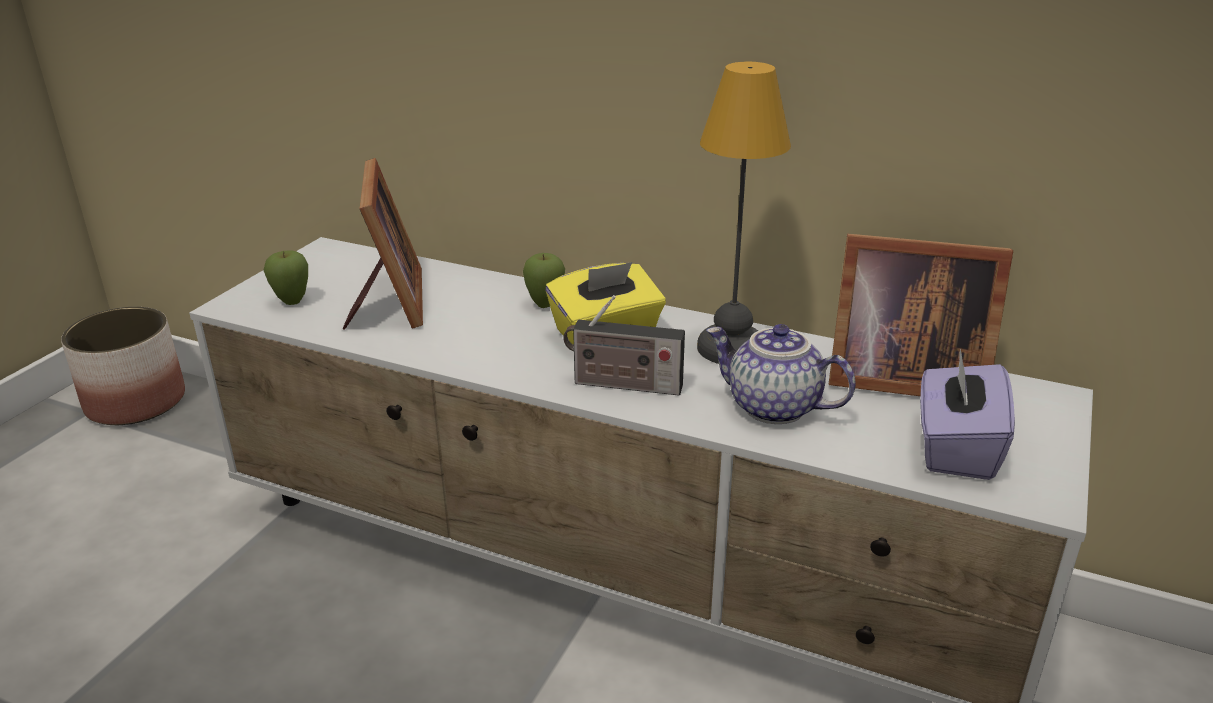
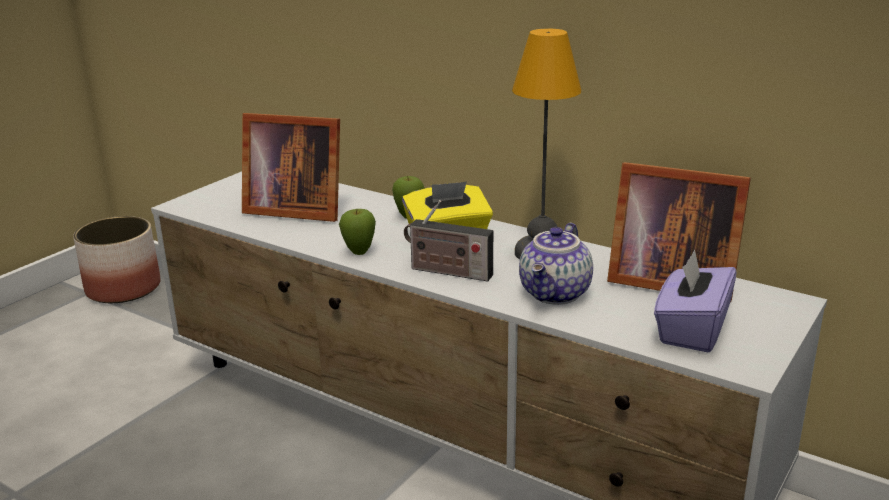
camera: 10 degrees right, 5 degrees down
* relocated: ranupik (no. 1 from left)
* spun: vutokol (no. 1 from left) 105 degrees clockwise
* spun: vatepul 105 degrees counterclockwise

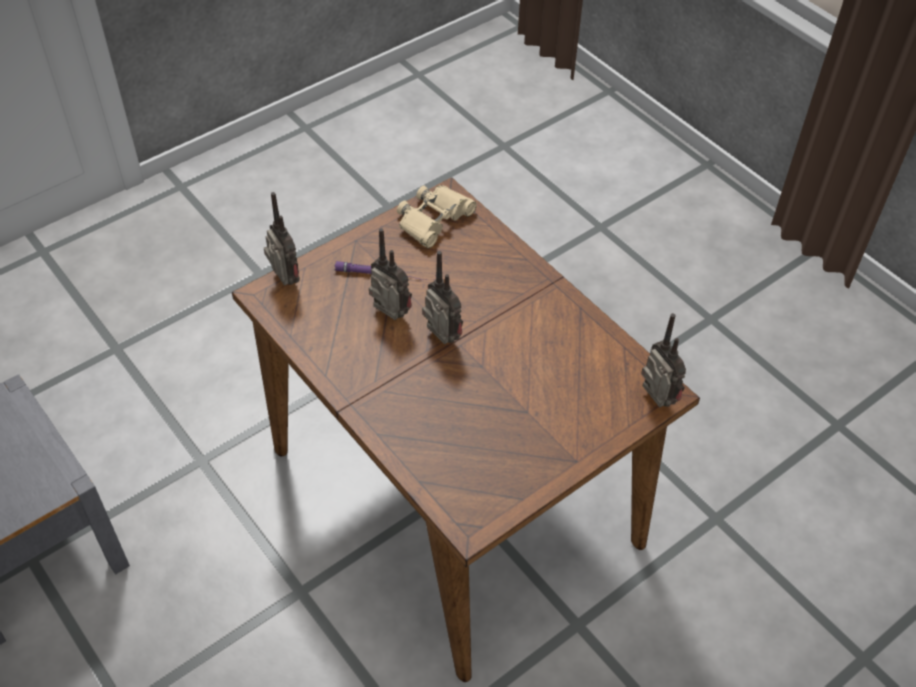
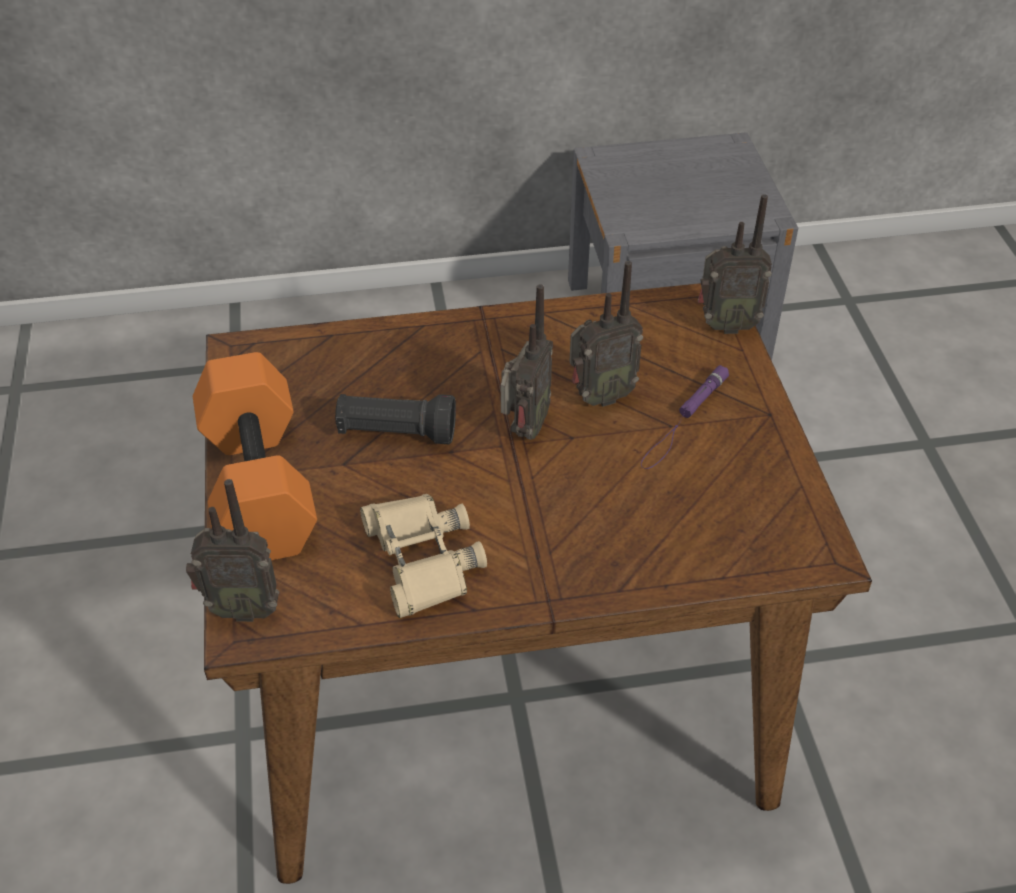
camera: 120 degrees right, 5 degrees down
* relocated: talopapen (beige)
* spun: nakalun (no. 3 from left in the first image) 60 degrees counterclockwise
* appeared: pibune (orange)
* appeared: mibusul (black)

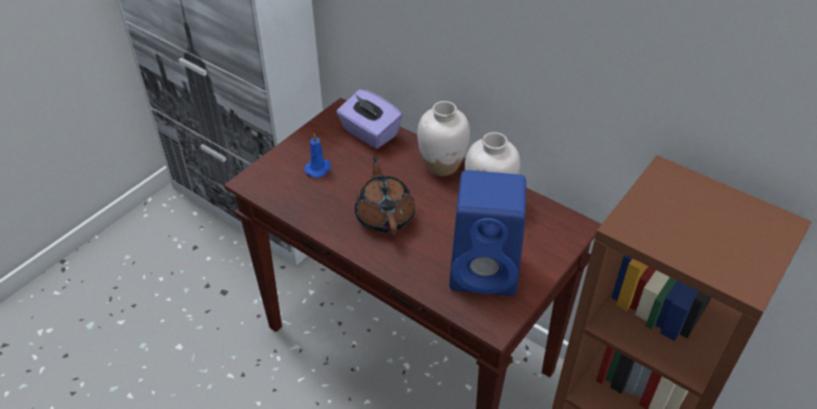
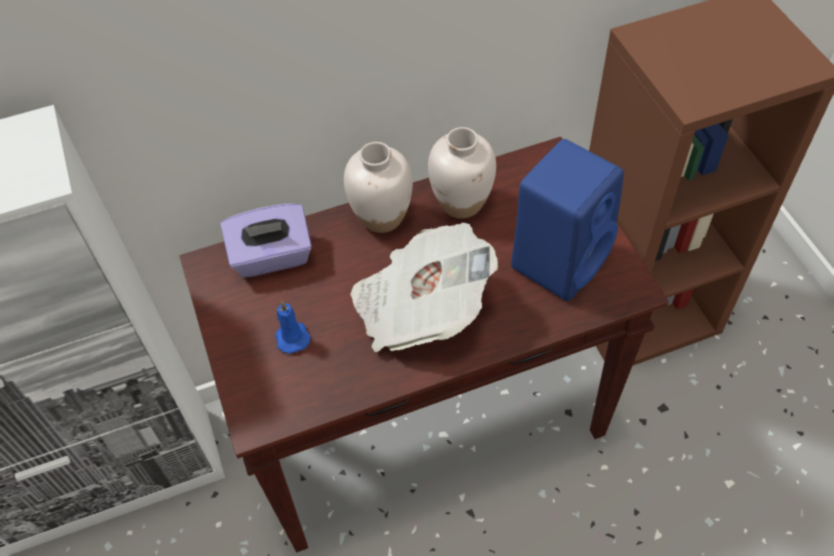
camera: 55 degrees left, 10 degrees up
* exchanged: vatepul (brown) to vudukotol

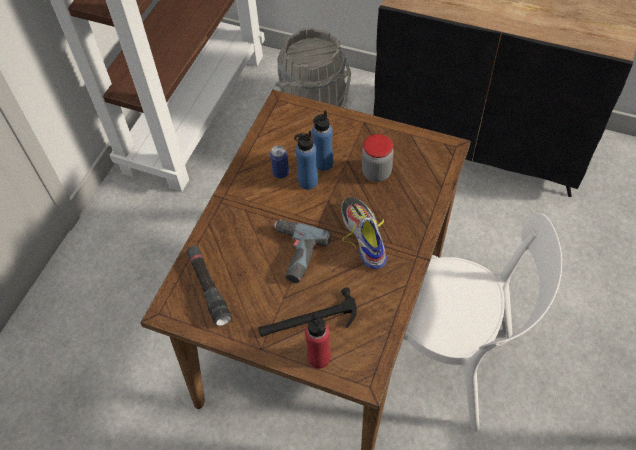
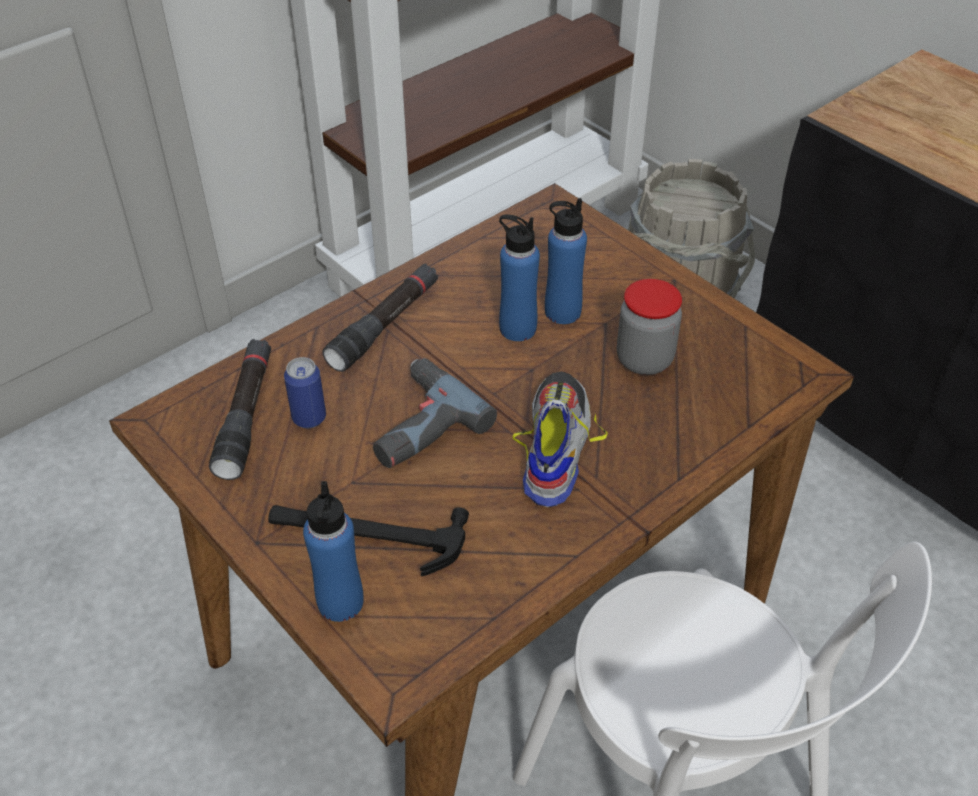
camera: 25 degrees right, 10 degrees down
* relocated: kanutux
* colour: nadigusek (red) to nadigusek (blue) (no. 1 from left)
* appeared: mibusul (black) (no. 2 from left)

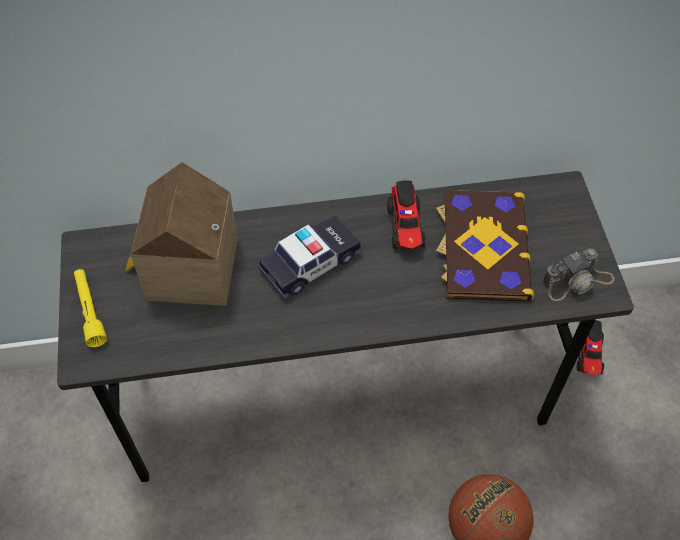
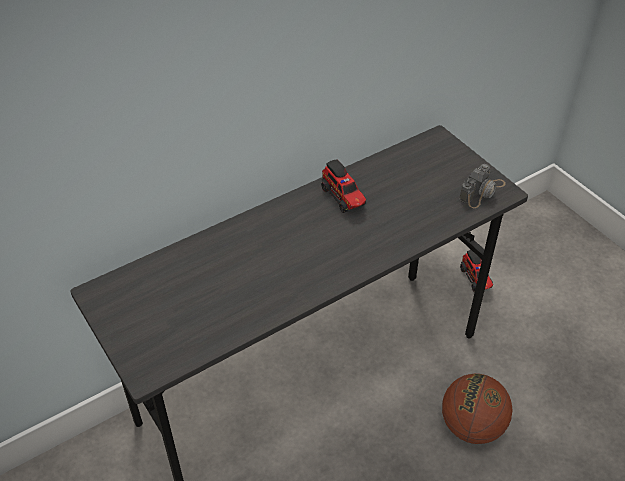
camera: 25 degrees left, 10 degrees down
* missing: mibusul (yellow)
* missing: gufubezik
* missing: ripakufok
* missing: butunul

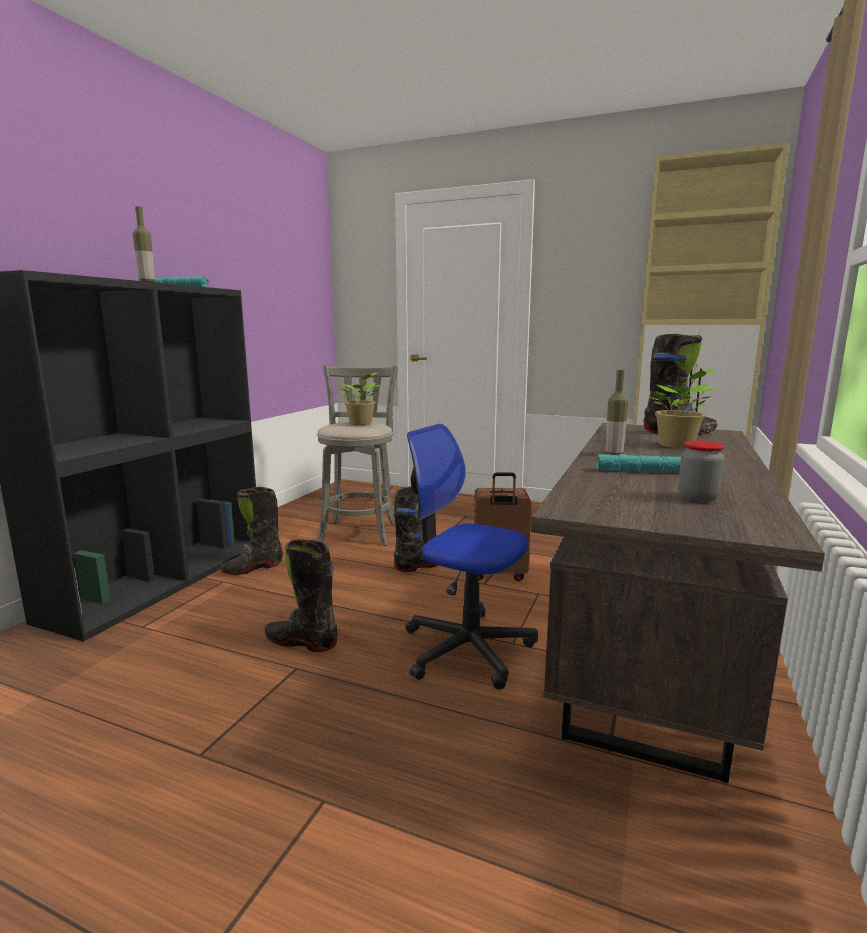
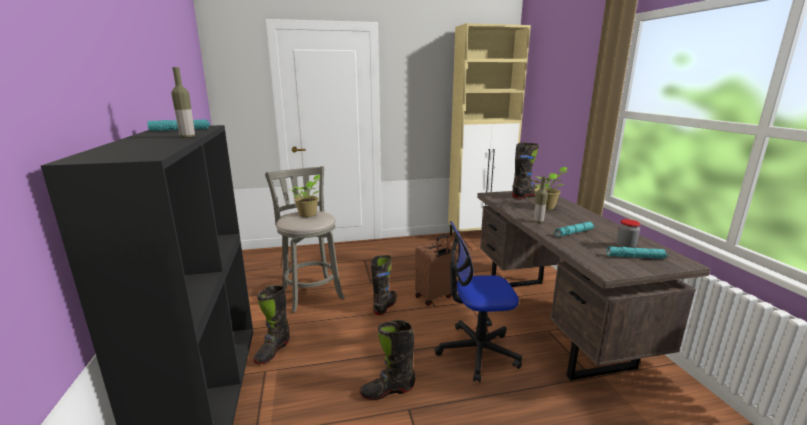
camera: 35 degrees left, 5 degrees up
* appeared: mibusul (turquoise) (no. 3 from left)

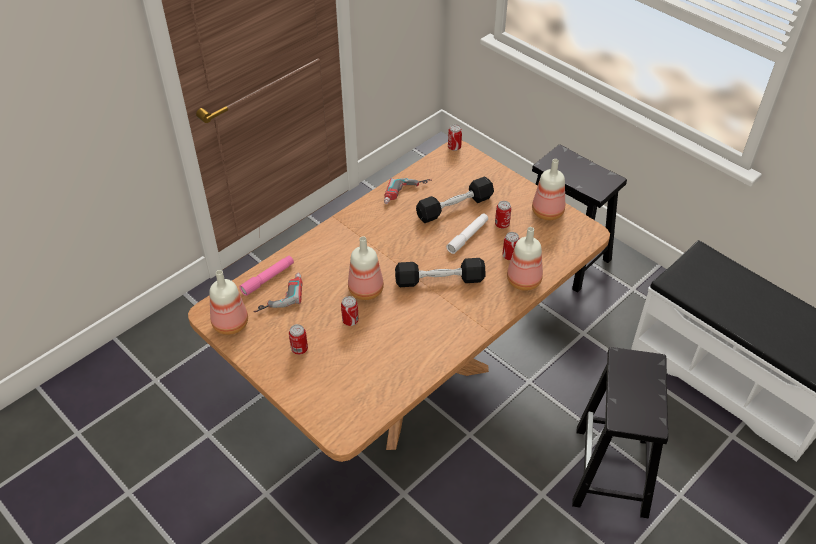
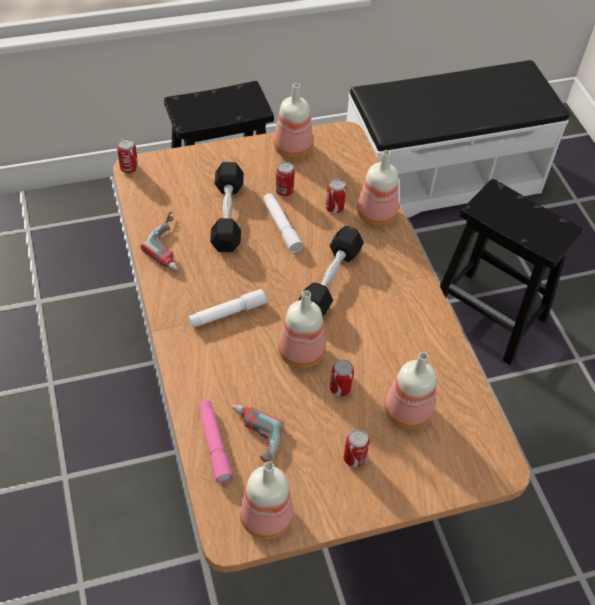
camera: 65 degrees left, 5 degrees up
* appeared: mibusul (white) (no. 1 from left)
* appeared: nadigusek (no. 5 from left)

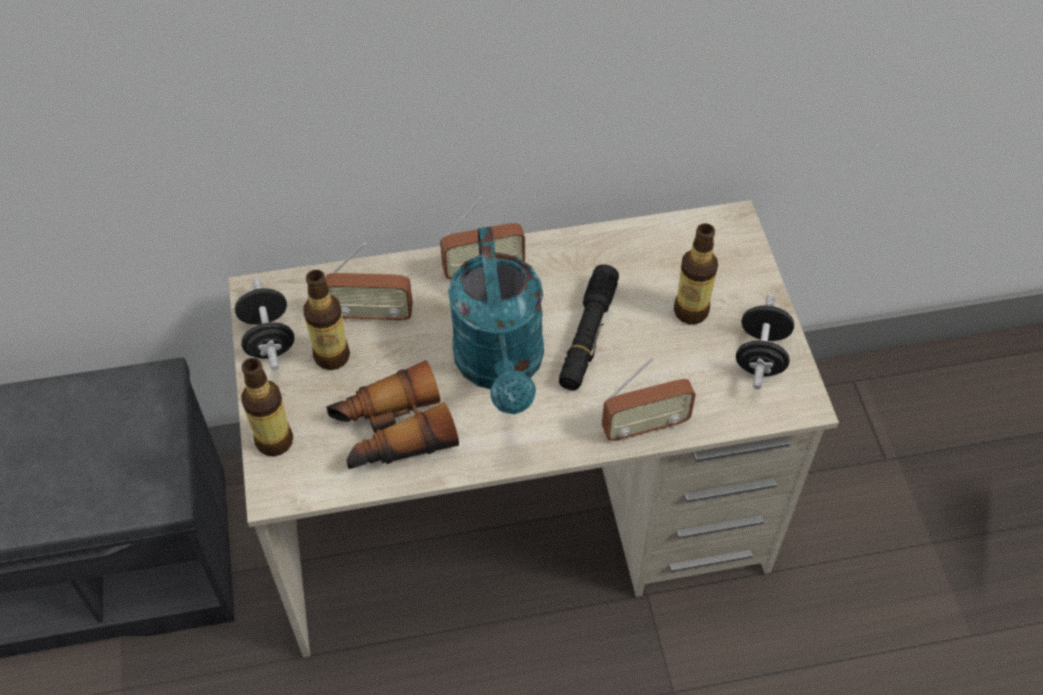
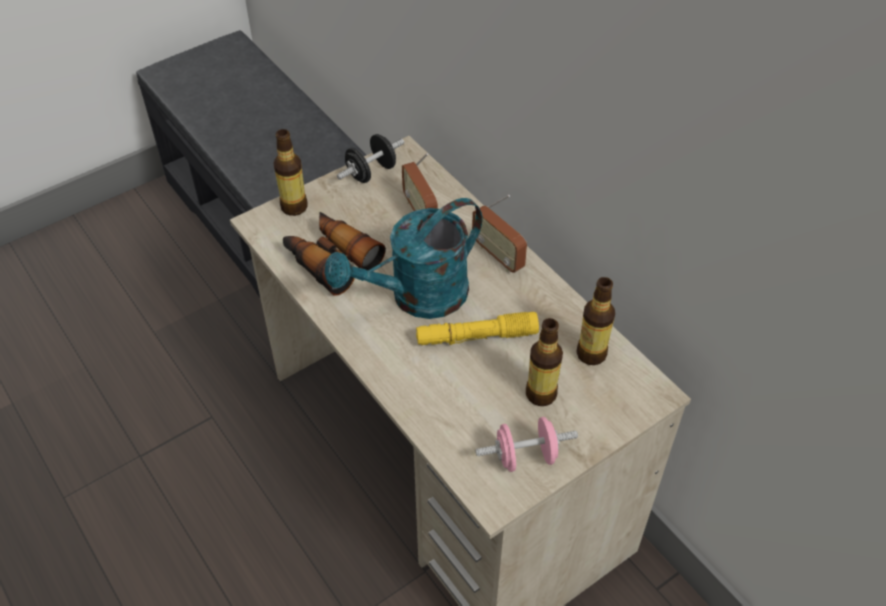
camera: 65 degrees right, 5 degrees down
* relocated: nadigusek (no. 2 from left in the first image) to nadigusek (no. 3 from left)
* colour: mibusul (black) to mibusul (yellow)
* missing: nakalun (no. 3 from left)
* colour: pibune (black) (no. 2 from left) to pibune (pink)

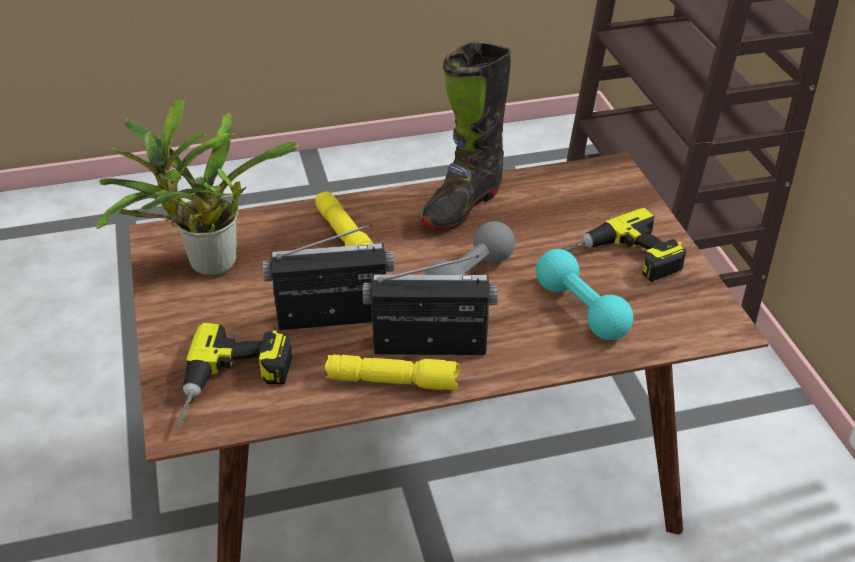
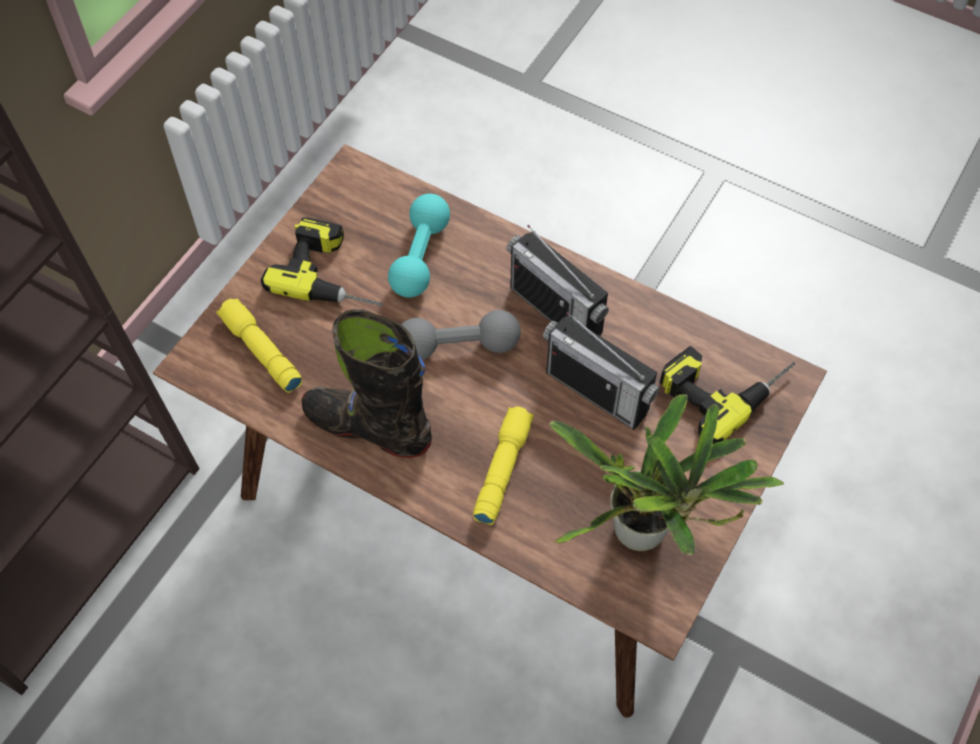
camera: 135 degrees left, 20 degrees up
* relocated: mibusul (yellow) (no. 2 from left in the first image) to mibusul (yellow) (no. 1 from left)
* spun: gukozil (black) 150 degrees counterclockwise

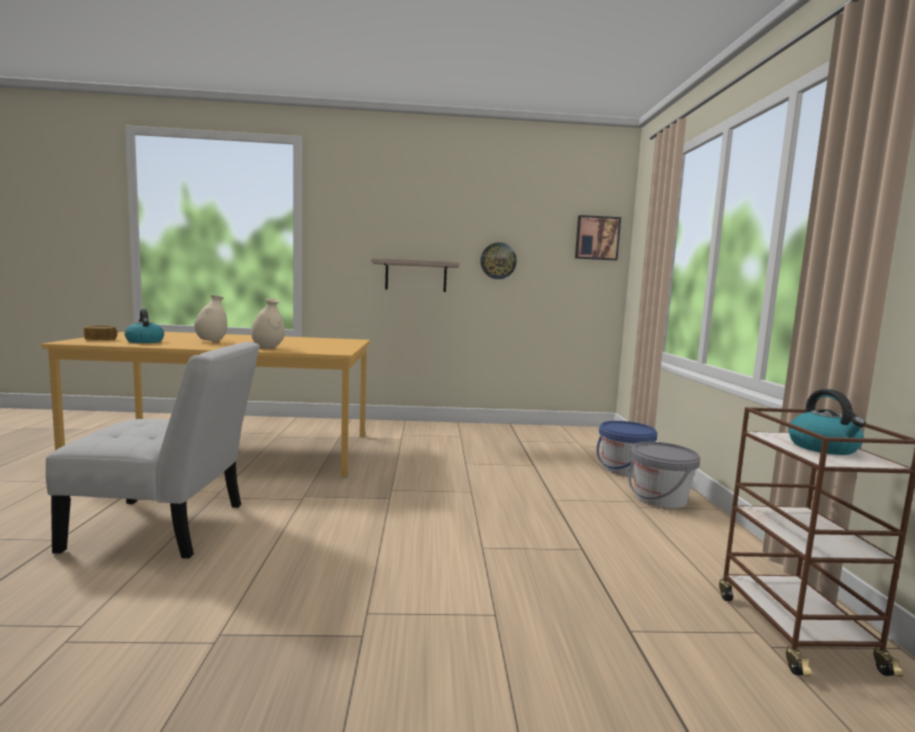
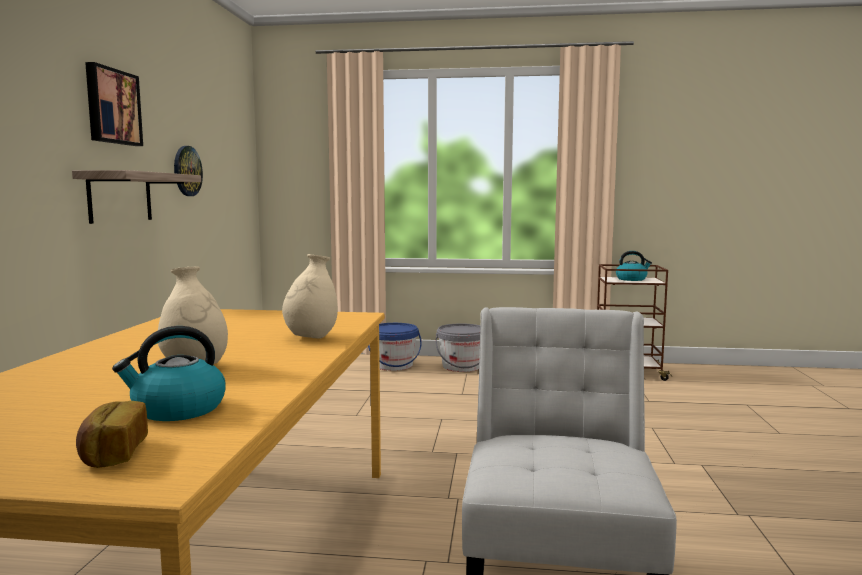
camera: 80 degrees left, 0 degrees up
* relocated: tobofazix

